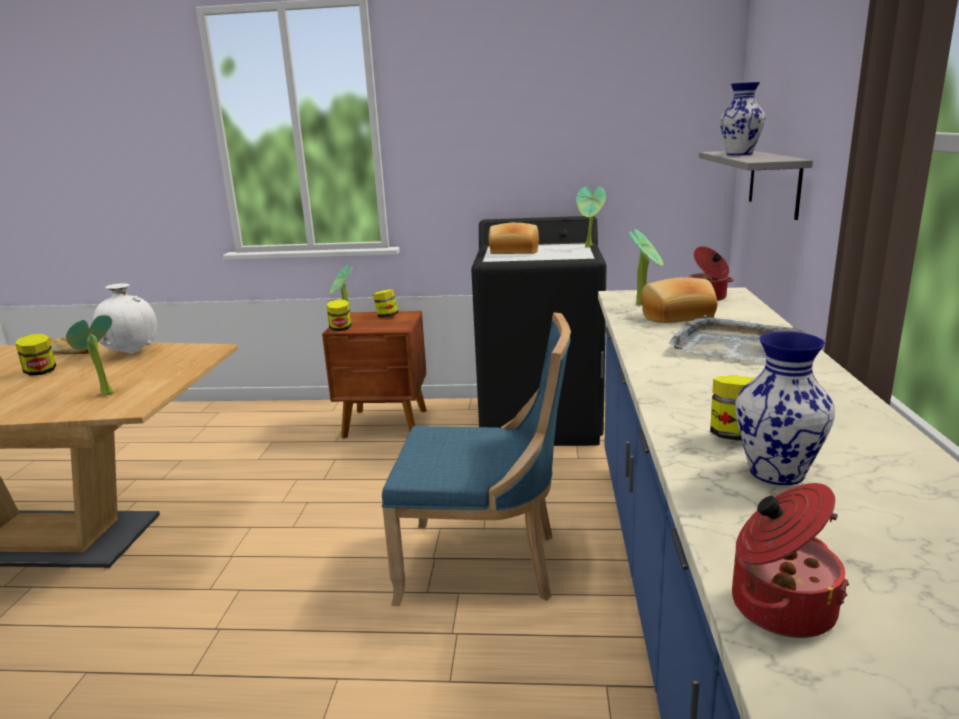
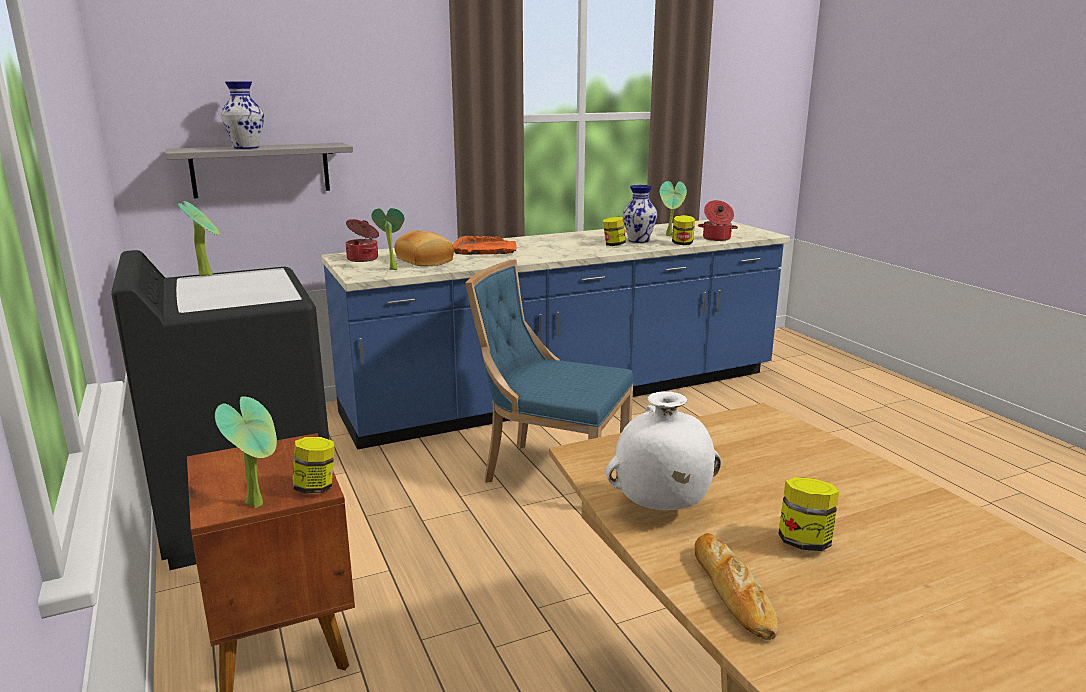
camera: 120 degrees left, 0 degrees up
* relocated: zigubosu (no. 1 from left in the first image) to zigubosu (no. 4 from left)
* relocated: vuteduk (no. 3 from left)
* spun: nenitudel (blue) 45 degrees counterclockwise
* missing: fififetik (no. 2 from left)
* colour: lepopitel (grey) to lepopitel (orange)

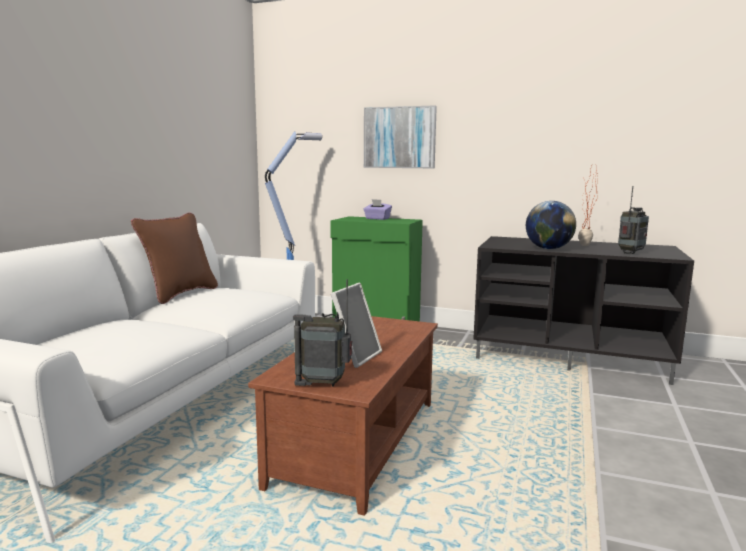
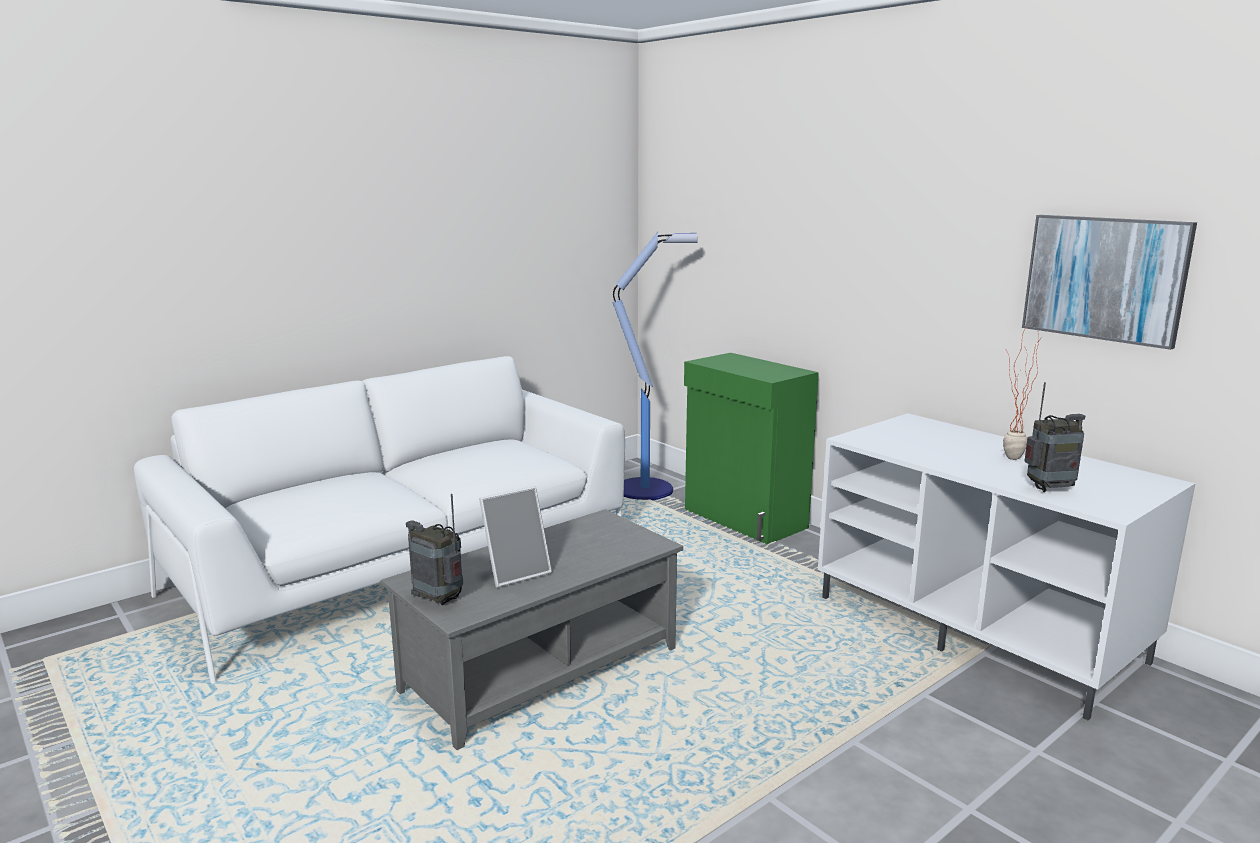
camera: 30 degrees right, 5 degrees up
* missing: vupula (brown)
* colour: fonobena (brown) to fonobena (grey)
* missing: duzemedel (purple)
* relocated: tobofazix
* colour: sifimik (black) to sifimik (white)
* missing: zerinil

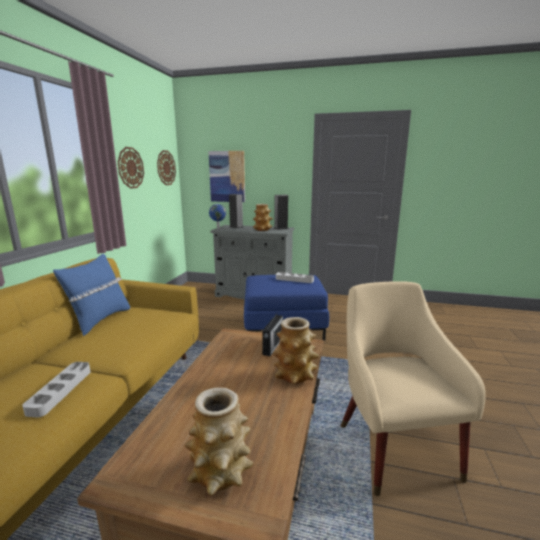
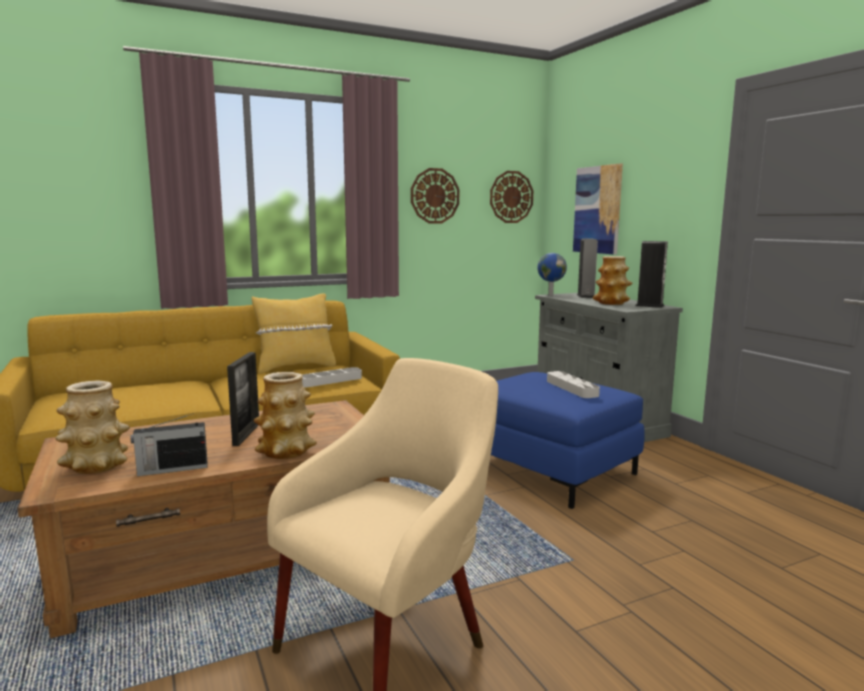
camera: 50 degrees right, 5 degrees down
* relocated: lepopitel (grey) (no. 1 from left)
* colour: vupula (blue) to vupula (yellow)
* relocated: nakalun
* appeared: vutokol

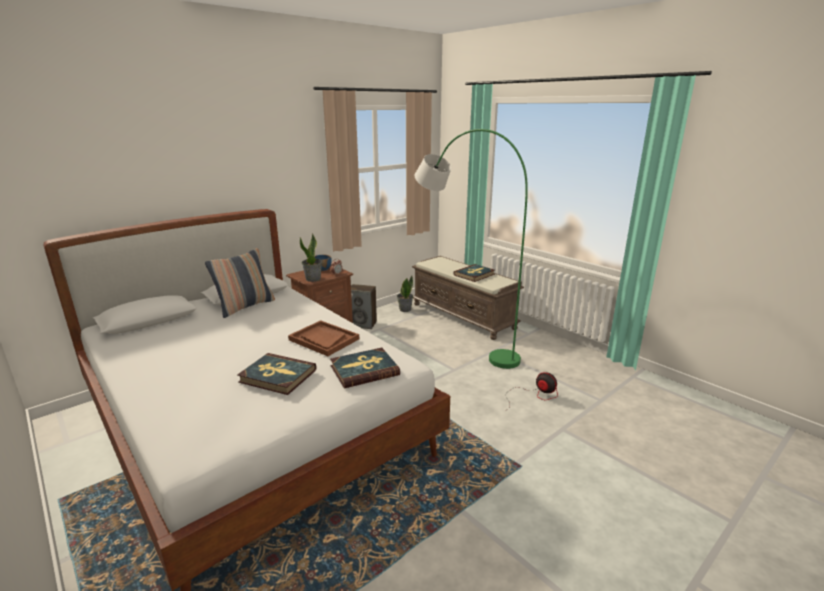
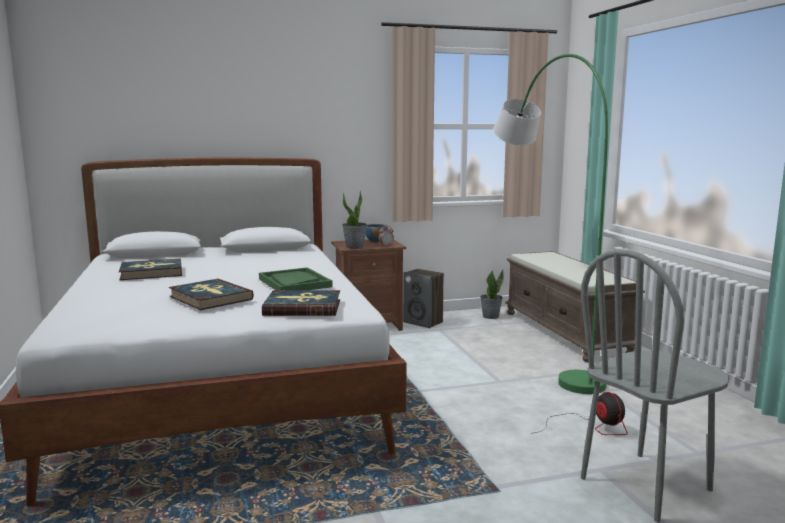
camera: 25 degrees right, 10 degrees down
* missing: vupula
* colour: lepopitel (brown) to lepopitel (green)
* relocated: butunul (no. 3 from left in the first image) to butunul (no. 1 from left)
* appeared: nenitudel (grey)

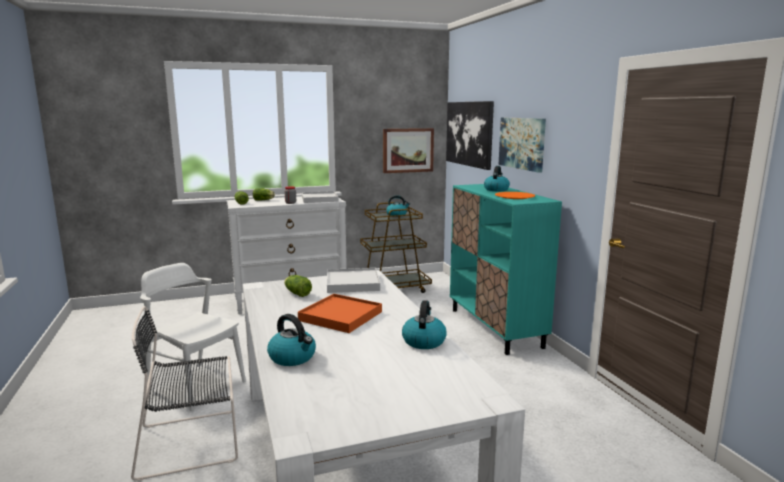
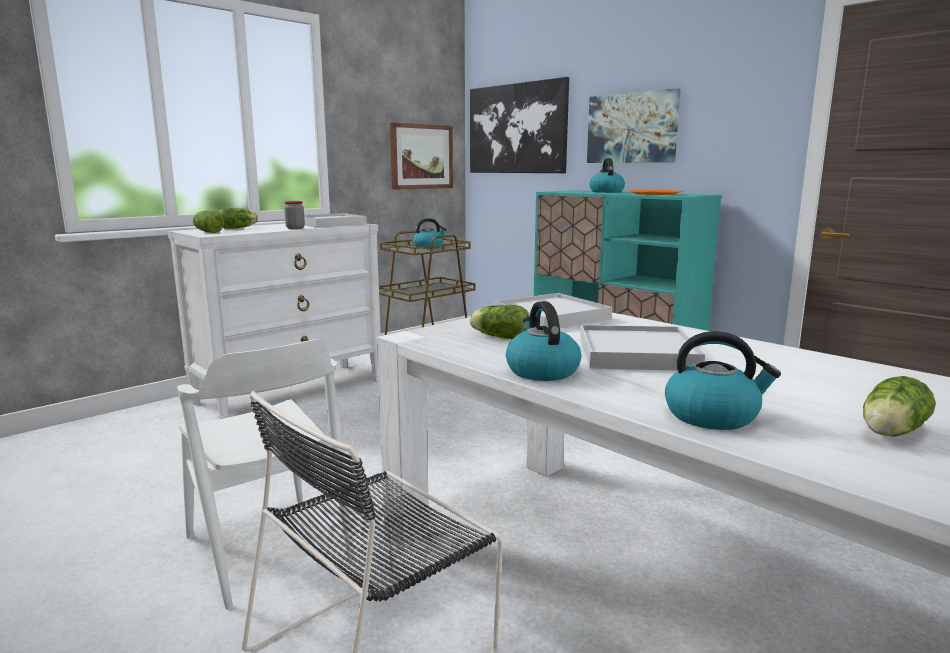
camera: 25 degrees left, 0 degrees up
* spun: nenitudel (white) 135 degrees counterclockwise
* colour: lepopitel (orange) to lepopitel (white) (no. 3 from left)
* relocated: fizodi (no. 3 from left in the first image) to fizodi (no. 2 from left)
* appeared: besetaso (no. 4 from left)

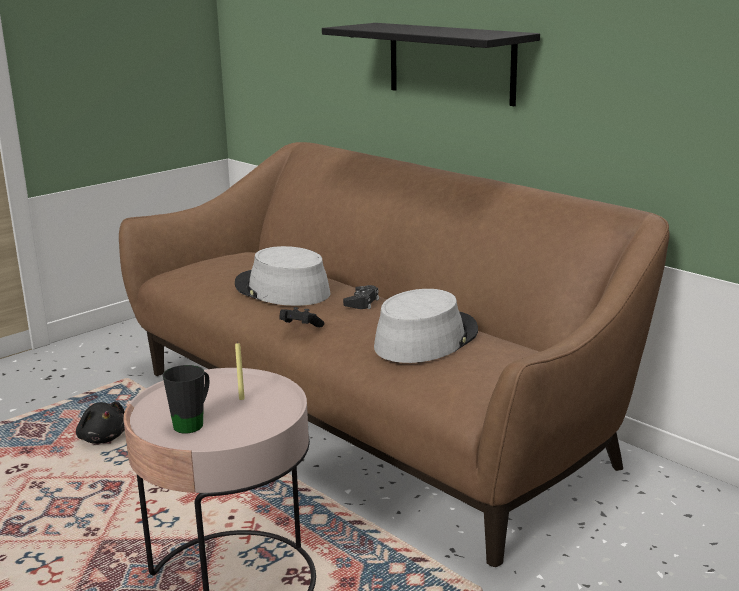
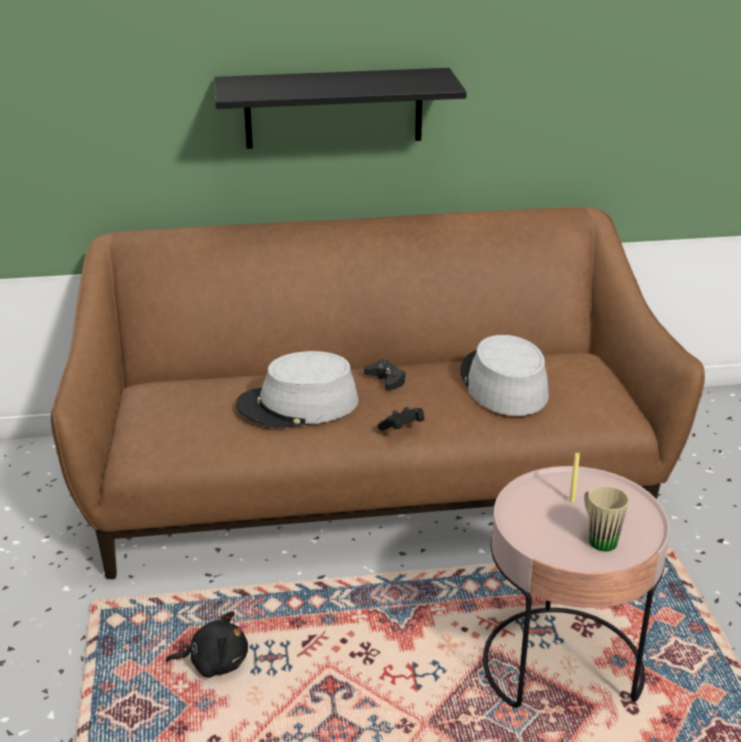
camera: 55 degrees left, 10 degrees up
* colour: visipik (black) to visipik (beige)

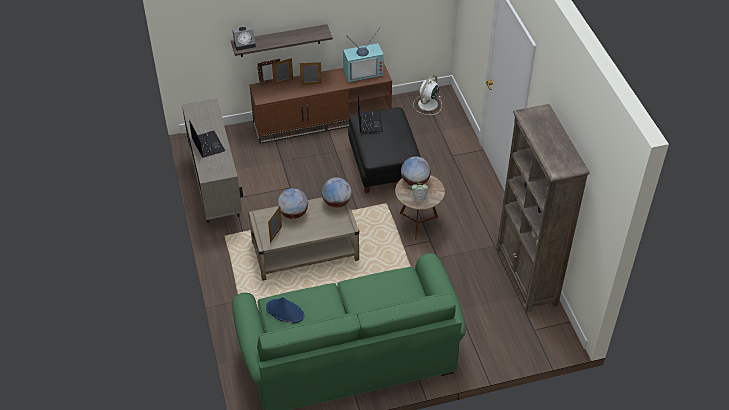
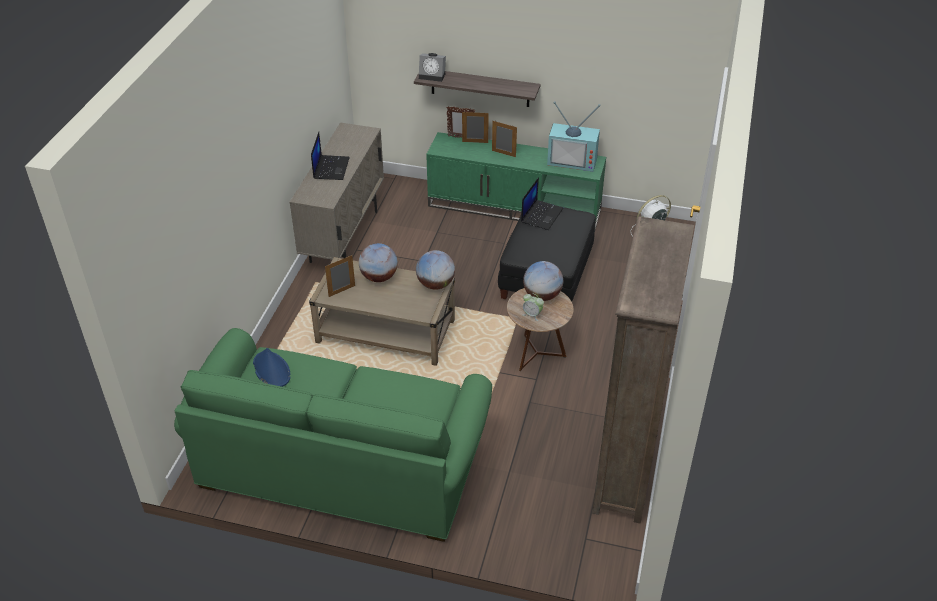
camera: 30 degrees right, 5 degrees down
* colour: sifimik (brown) to sifimik (green)

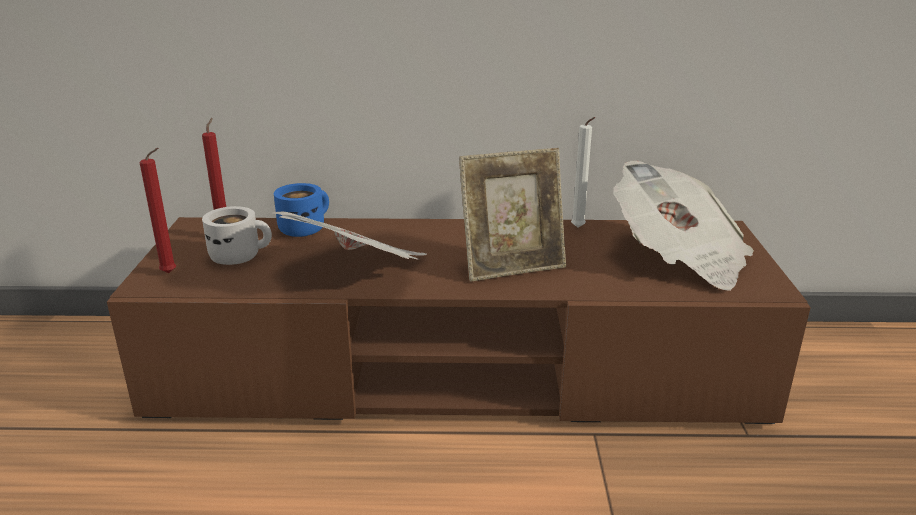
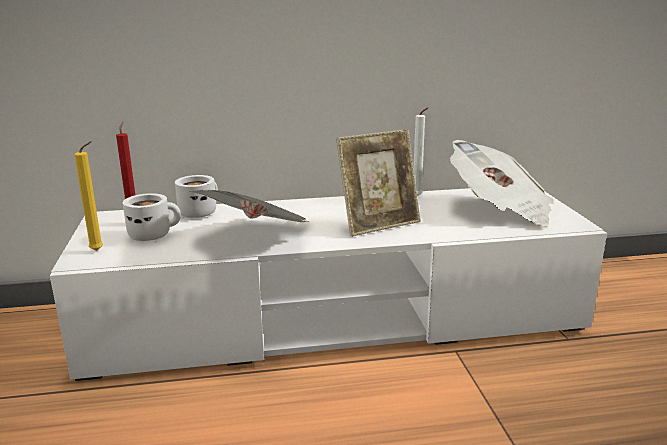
camera: 10 degrees left, 5 degrees down
* colour: sifimik (brown) to sifimik (white)
* colour: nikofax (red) (no. 1 from left) to nikofax (yellow)
* colour: visipik (blue) to visipik (white) (no. 2 from left)

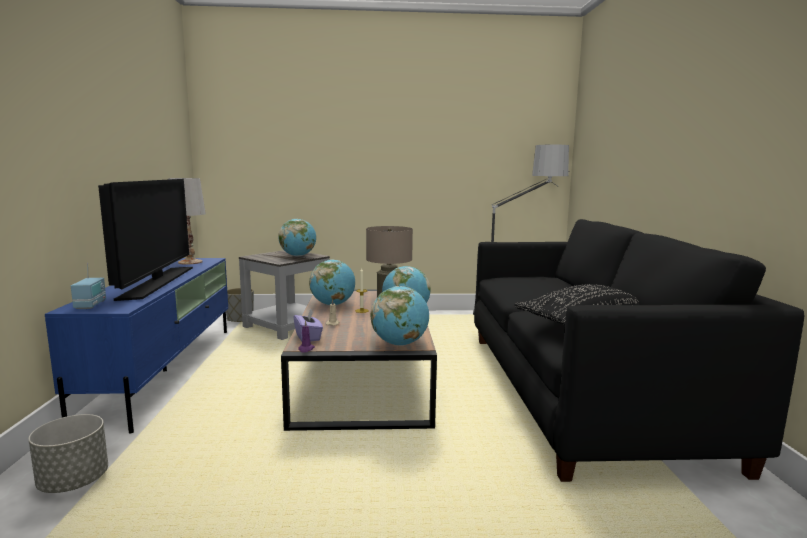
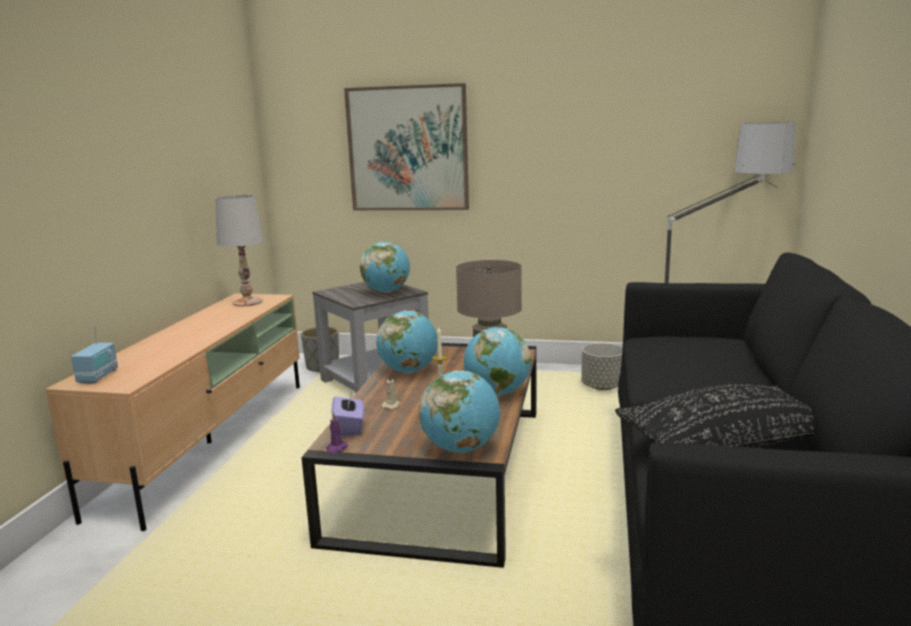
camera: 15 degrees right, 5 degrees up
* relocated: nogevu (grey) (no. 1 from left in the first image) to nogevu (grey) (no. 2 from left)
* colour: sifimik (blue) to sifimik (beige)
* missing: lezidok
* appeared: tobofazix

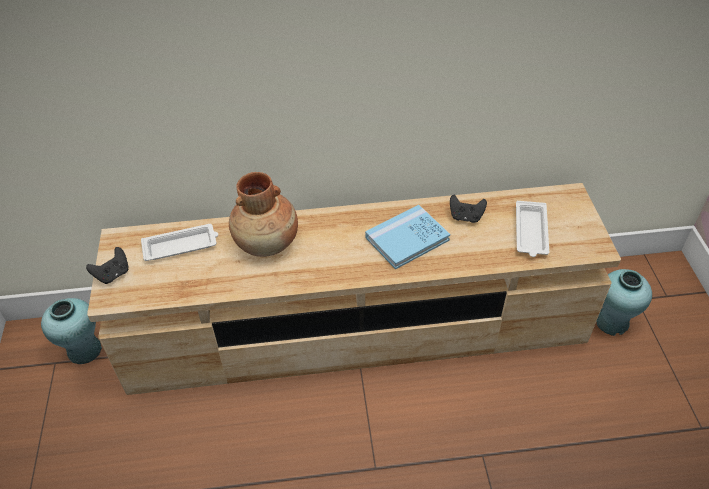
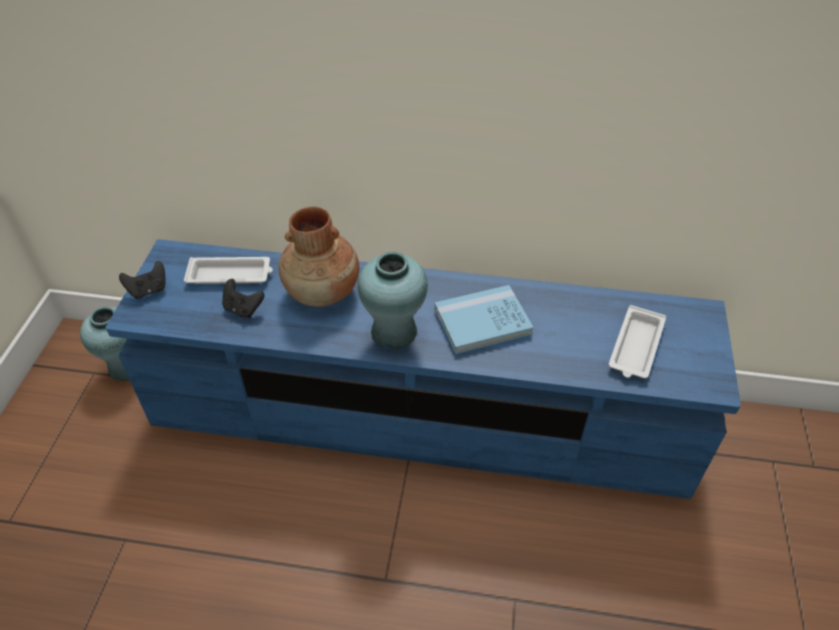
camera: 15 degrees right, 0 degrees up
* colour: sifimik (beige) to sifimik (blue)
* relocated: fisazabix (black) (no. 2 from left)
* relocated: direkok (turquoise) (no. 2 from left)

